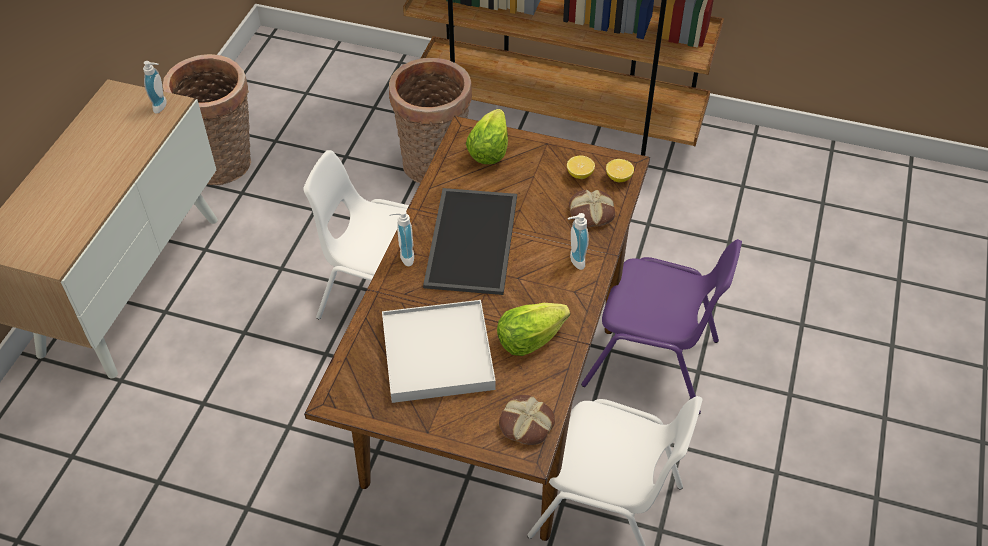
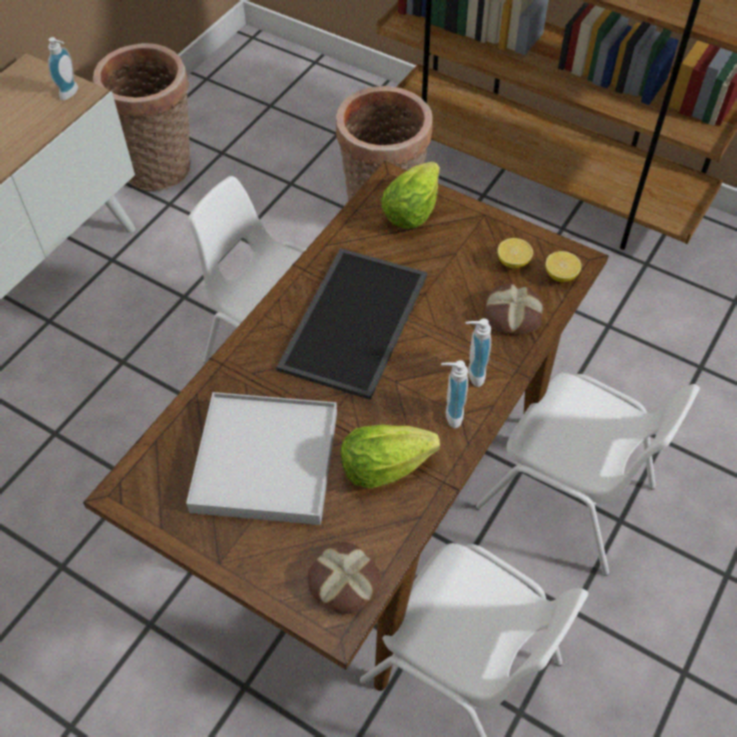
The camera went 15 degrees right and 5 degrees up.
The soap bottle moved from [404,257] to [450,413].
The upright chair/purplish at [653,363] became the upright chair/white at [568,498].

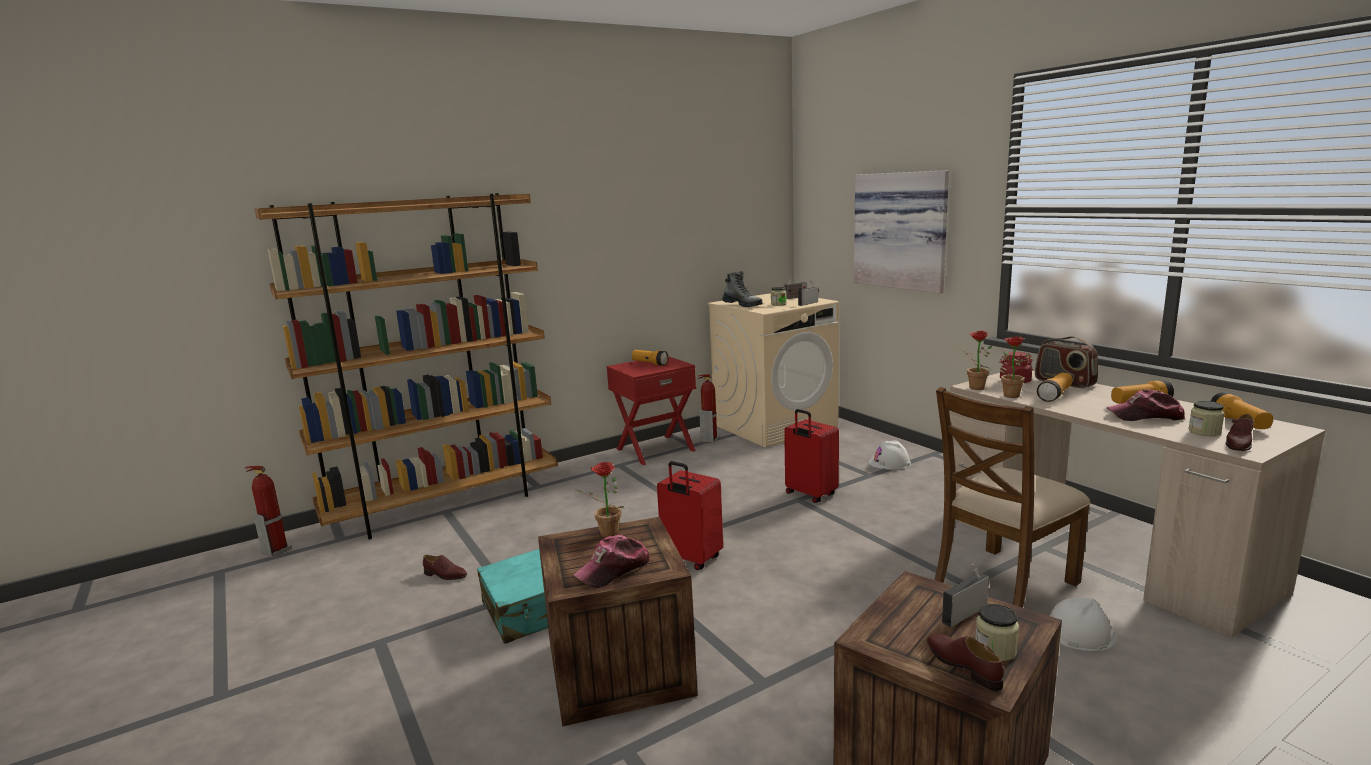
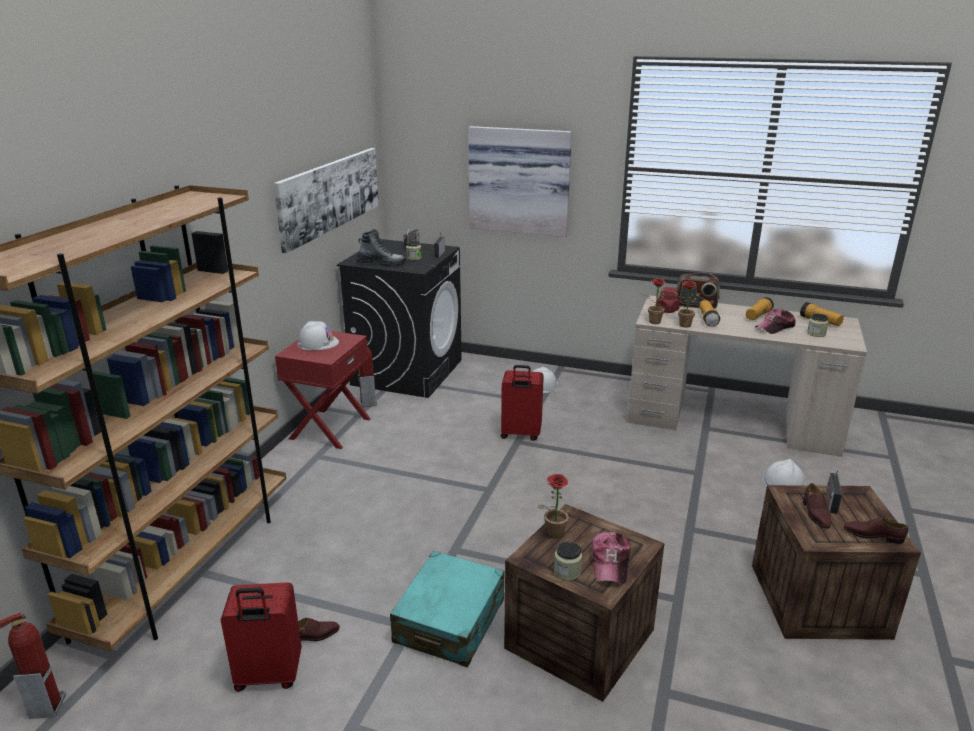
The camera went 40 degrees left and 10 degrees up.
The piece of luggage/red-coloured moved from [690,559] to [268,676].
The picture at [330,195] appeared.
The hand torch at [650,363] was replaced by the safety helmet/white at [318,343].
The laundry machine/beige at [775,425] became the laundry machine/black at [407,372].
The preserve jar moved from [995,649] to [567,571].
The item of footwear/brown-coloured moved from [1238,443] to [815,514].
The upright chair/brown-coloured at [1003,583] disappeared.

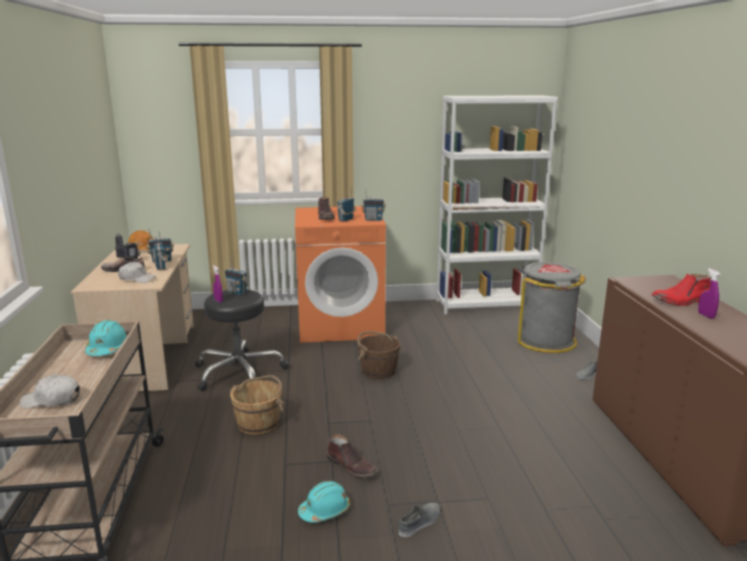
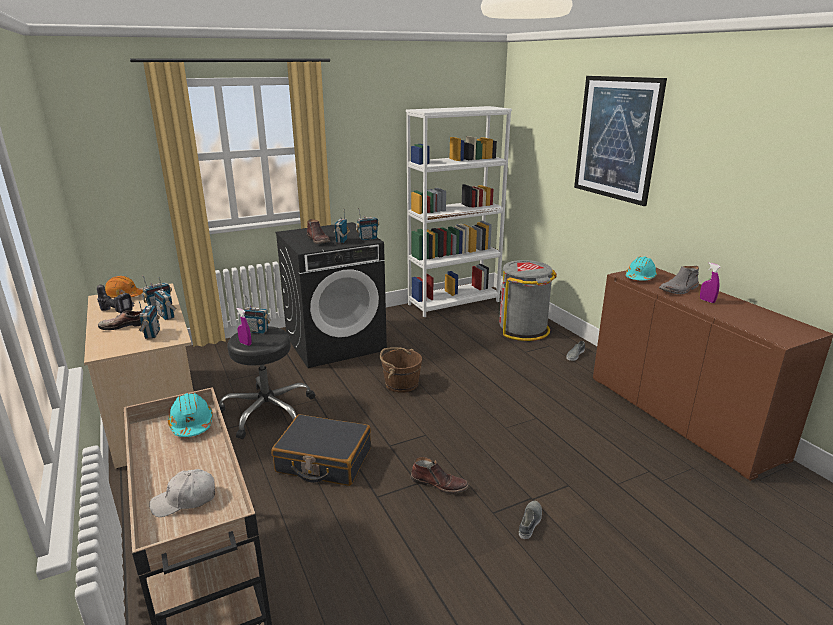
The camera went 20 degrees left and 5 degrees up.
The peaked cap/white at [137,279] was replaced by the radio at [152,334].
The pail/brown-coloured at [259,423] was replaced by the piece of luggage/black at [323,460].
The laundry machine/orange-coloured at [341,325] became the laundry machine/black at [336,343].
The picture at [616,138] appeared.
The safety helmet/turquoise moved from [325,511] to [640,277].
The high-top boot/red-coloured at [681,301] became the high-top boot/greyish at [679,289].

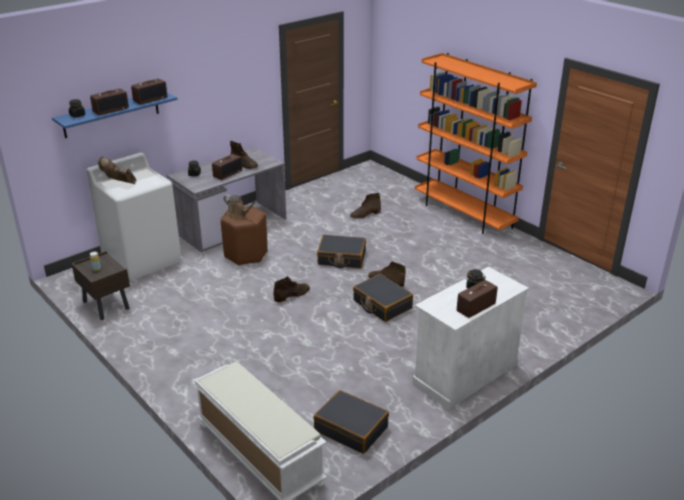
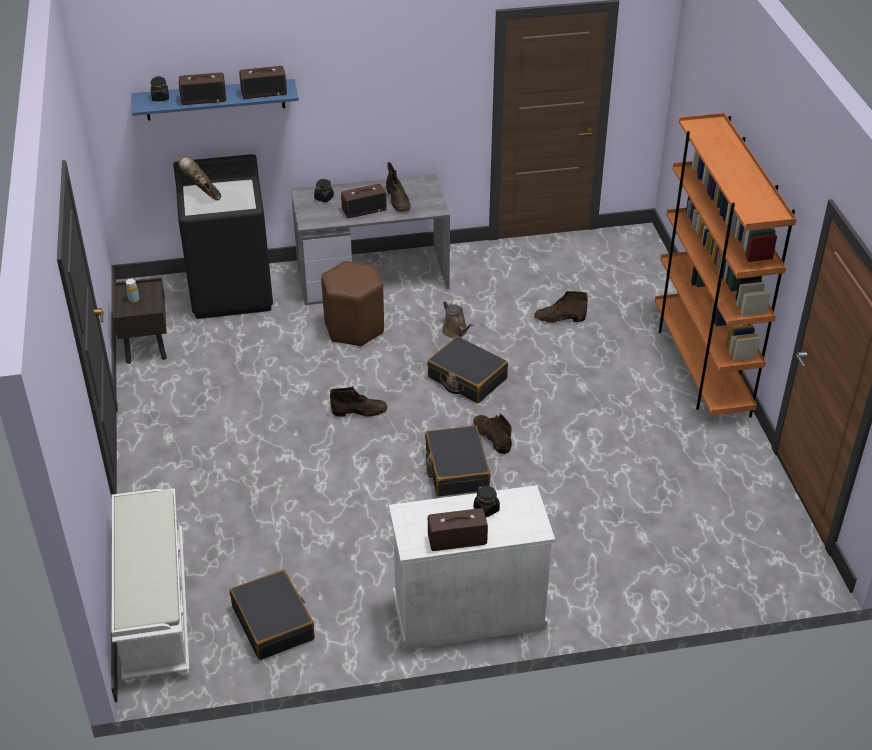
The camera went 30 degrees right and 10 degrees up.
The laundry machine/white at [142,259] became the laundry machine/black at [232,291].
The watering pot/brown-coloured moved from [238,216] to [456,332].

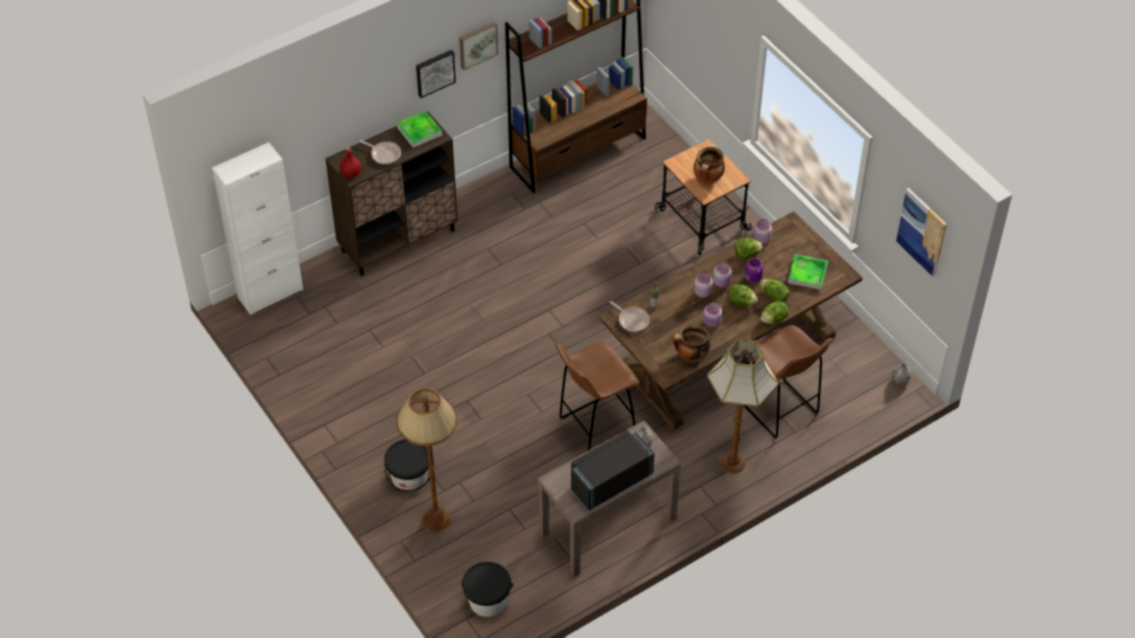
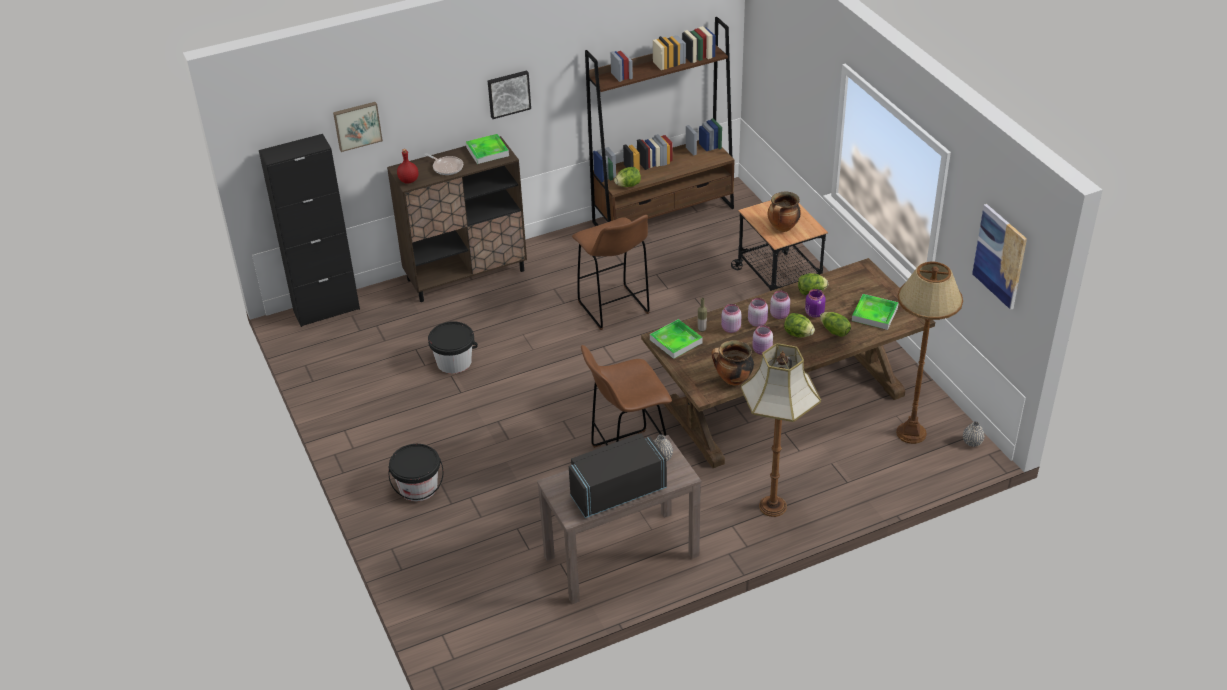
The camera went 10 degrees right and 10 degrees down.
The cabinet/white at [270,293] became the cabinet/black at [326,310].
The picture moved from [477,44] to [357,125].
The pail/black moved from [487,601] to [454,362].
The stool/brown-coloured moved from [781,411] to [614,309].
The lettuce head moved from [773,319] to [628,185].
The skillet at [632,320] was replaced by the tray at [676,341].
The preserve jar/pink moved from [761,239] to [730,328].
The floor lamp/brown-coloured moved from [436,519] to [911,433].

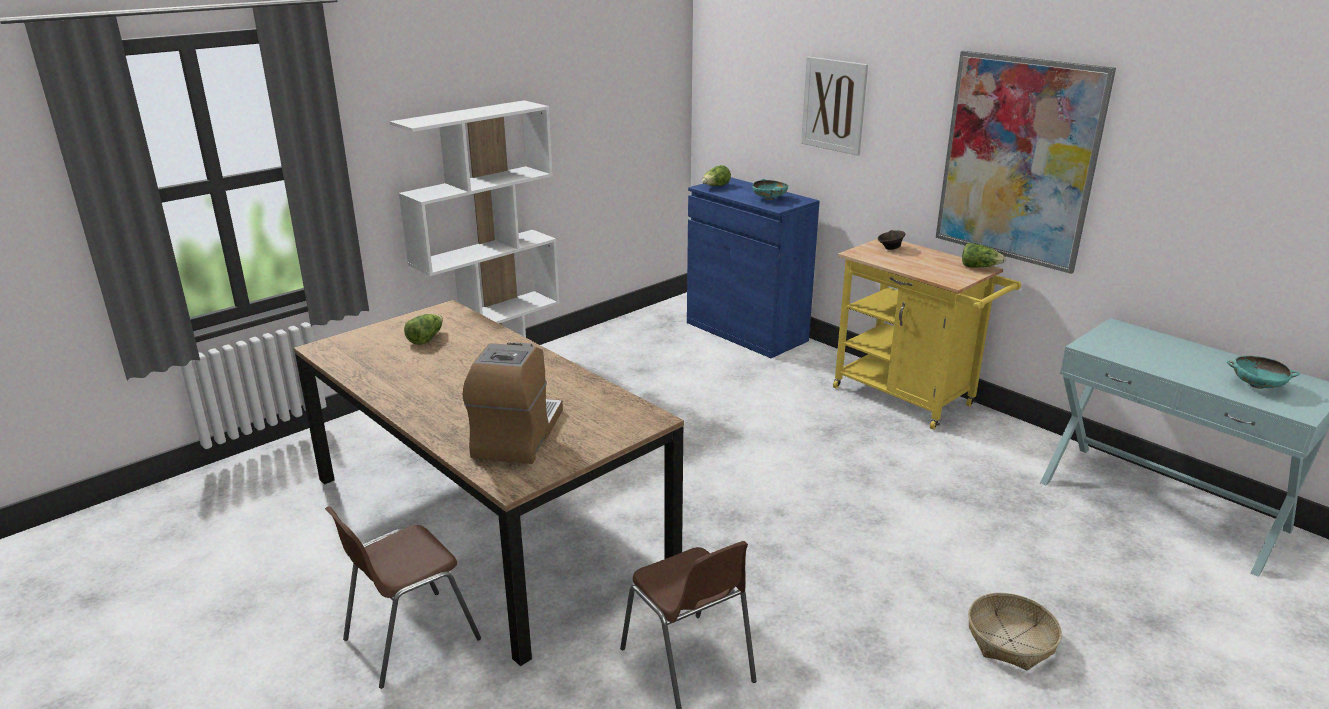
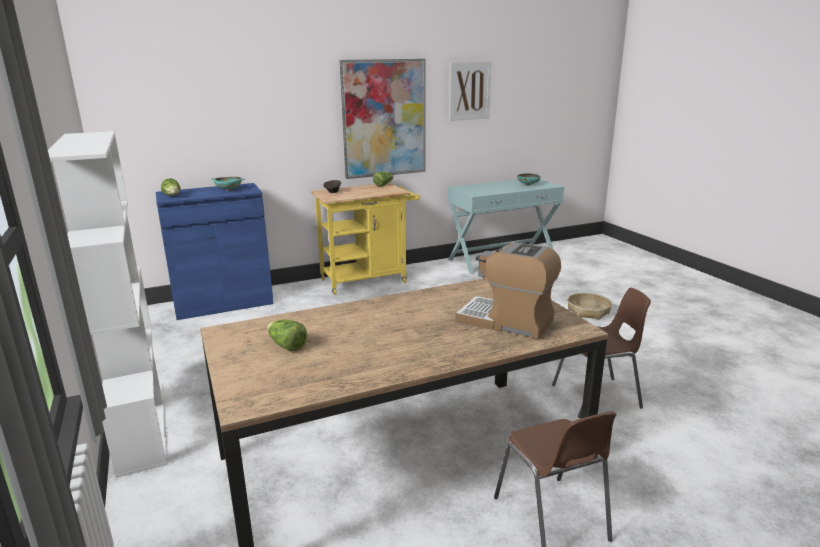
The camera went 70 degrees left and 5 degrees down.
The picture moved from [834,105] to [469,91].

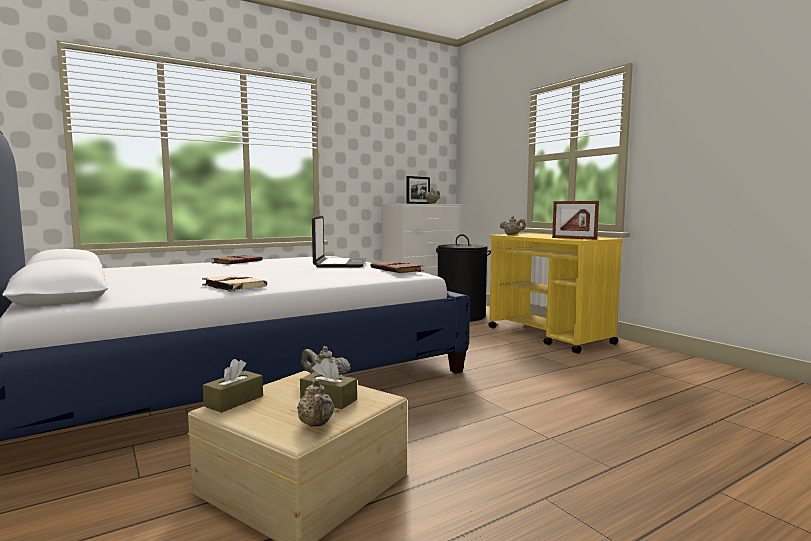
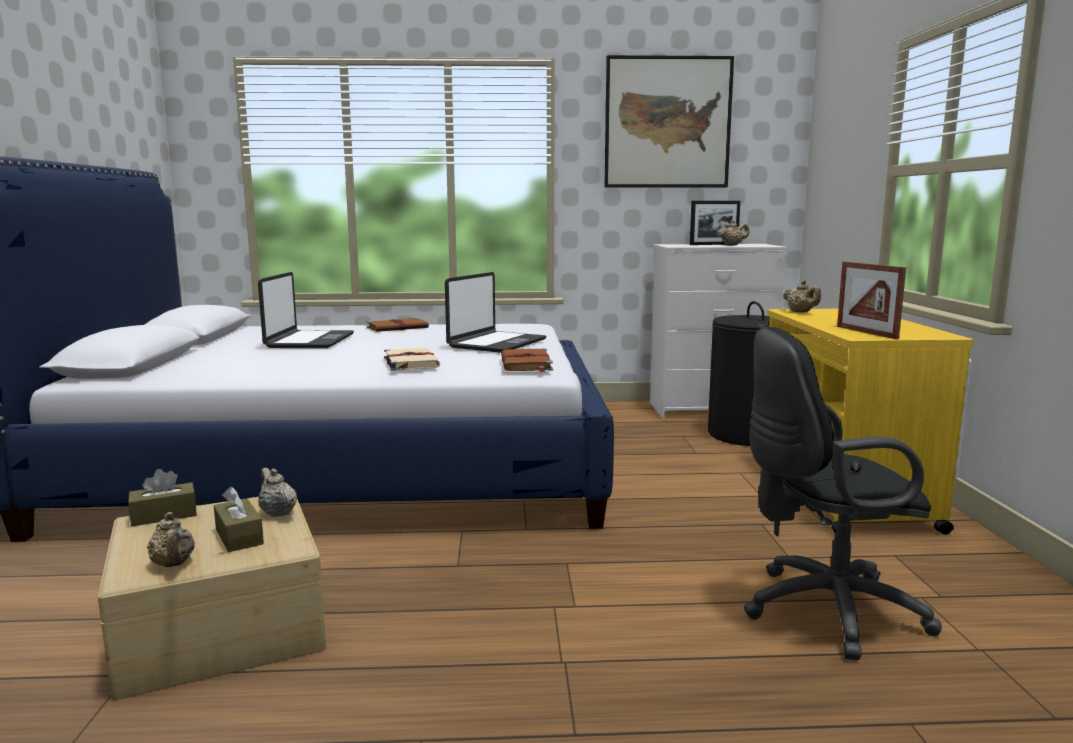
The camera went 30 degrees right and 5 degrees up.
The tea pot/beige at [316,425] turned 45 degrees counterclockwise.
The notebook computer at [309,341] appeared.
The book/beige moved from [233,285] to [410,362].
The picture at [667,123] appeared.
The computer chair/black at [823,611] appeared.

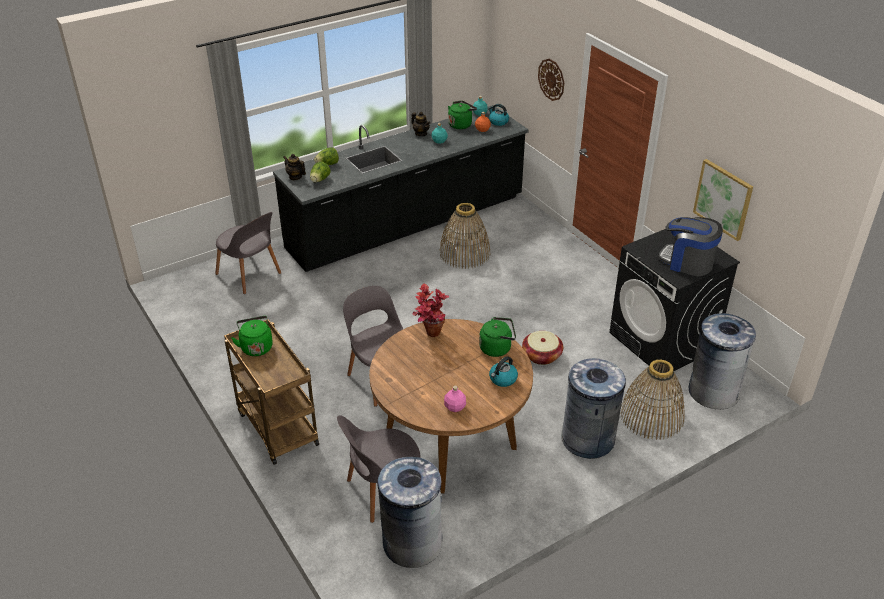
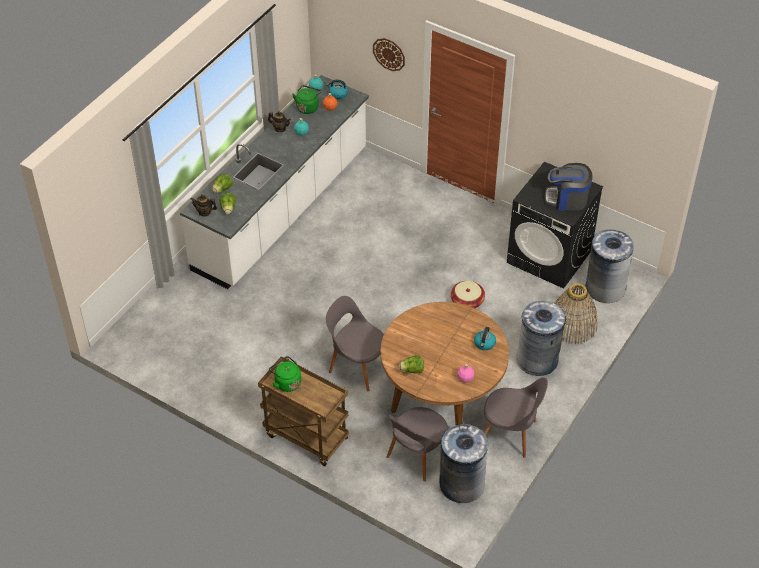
The camera went 25 degrees left and 10 degrees up.
The kitchen counter/black at [407,224] became the kitchen counter/white at [282,209].
The lettuce head at [412,370] appeared.
The upright chair/greyish moved from [250,275] to [510,434].
The plant in a pot at [429,335] disappeared.
The household basket at [464,253] disappeared.
The kettle/green-coloured at [497,348] disappeared.
The picture at [723,199] disappeared.

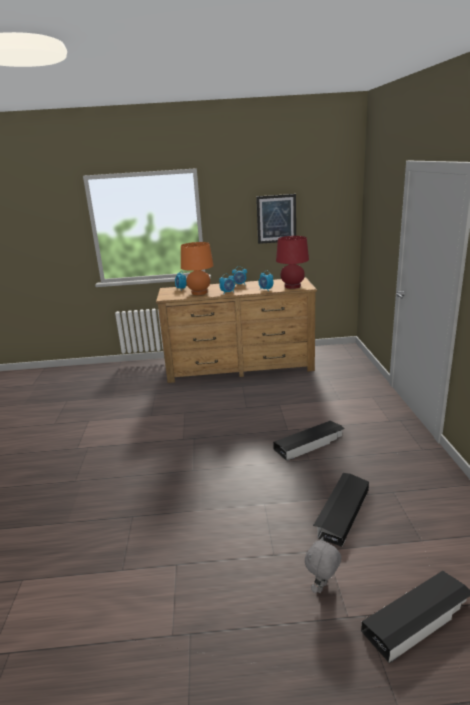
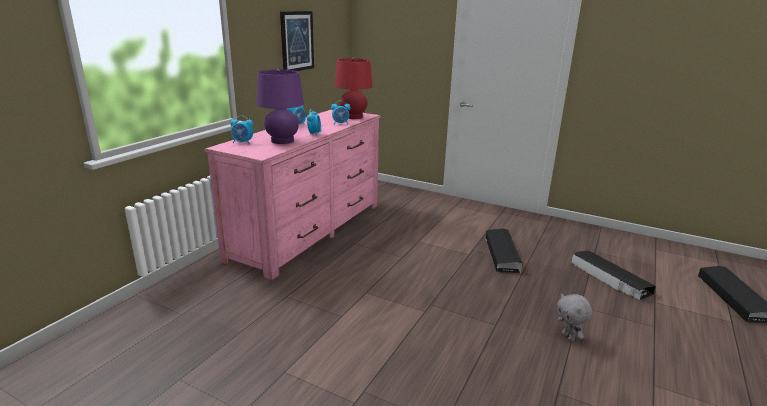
The camera went 60 degrees left and 0 degrees up.
The chest of drawers/brown-coloured at [239,367] became the chest of drawers/pink at [309,230].
The tabletop lamp/orange-coloured at [199,292] became the tabletop lamp/purplish at [282,141].
The soft toy/greyish moved from [322,588] to [568,337].

